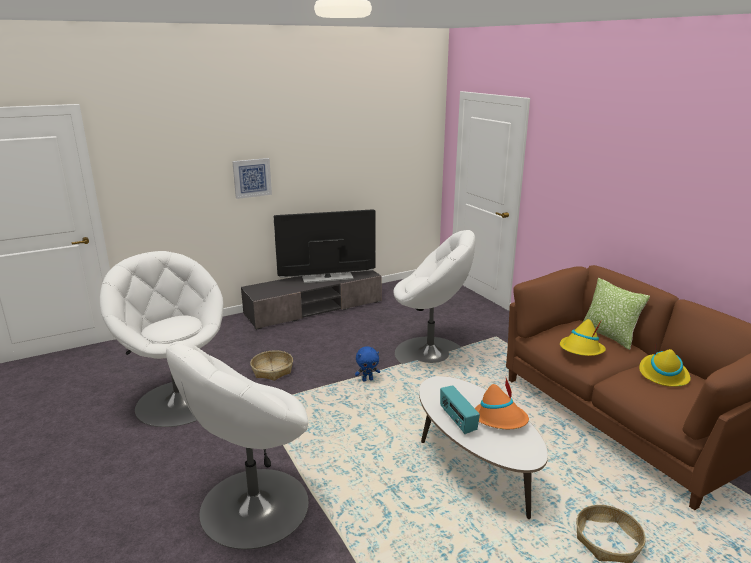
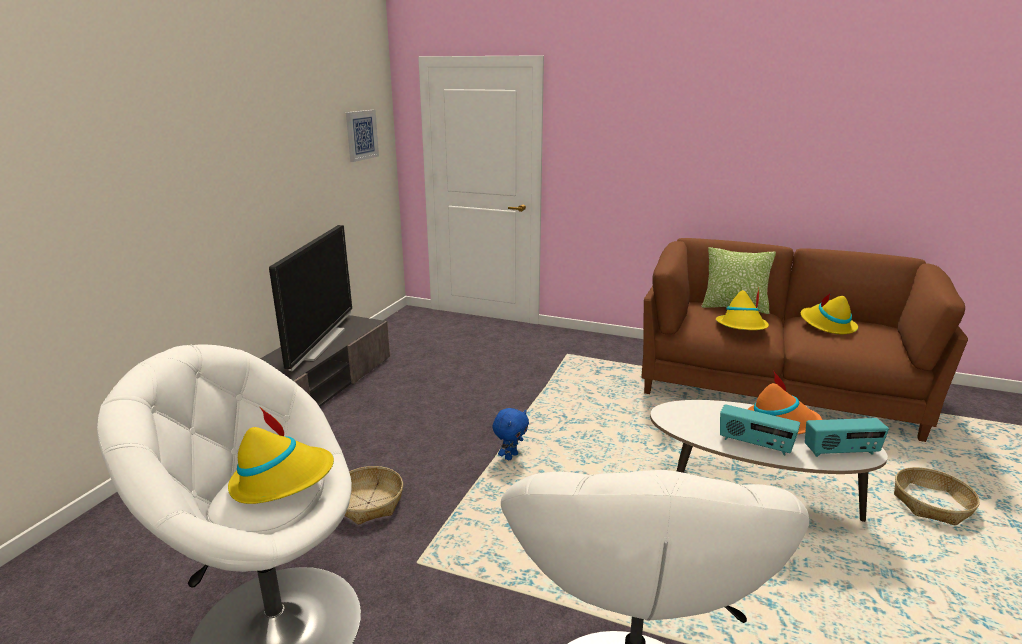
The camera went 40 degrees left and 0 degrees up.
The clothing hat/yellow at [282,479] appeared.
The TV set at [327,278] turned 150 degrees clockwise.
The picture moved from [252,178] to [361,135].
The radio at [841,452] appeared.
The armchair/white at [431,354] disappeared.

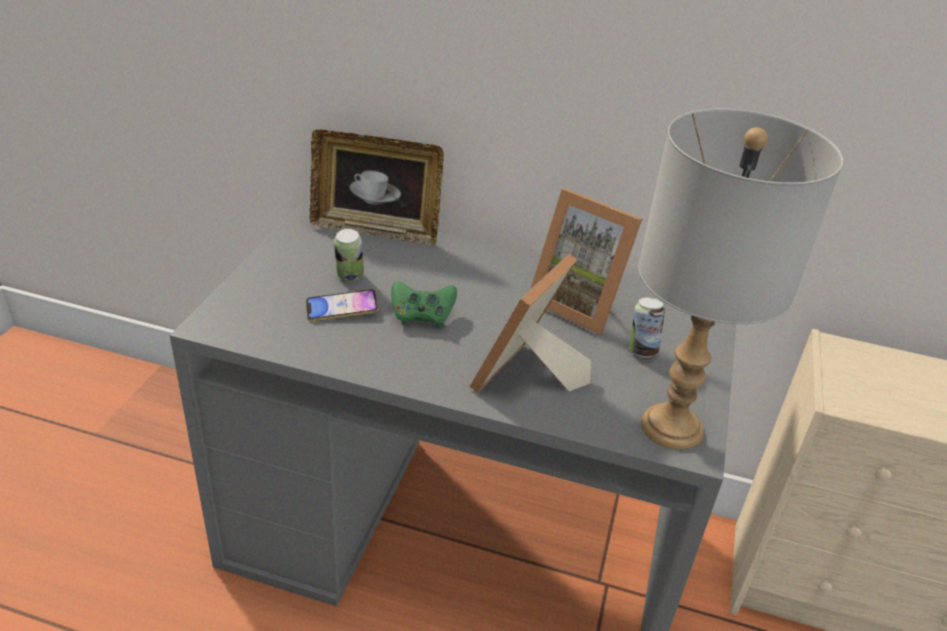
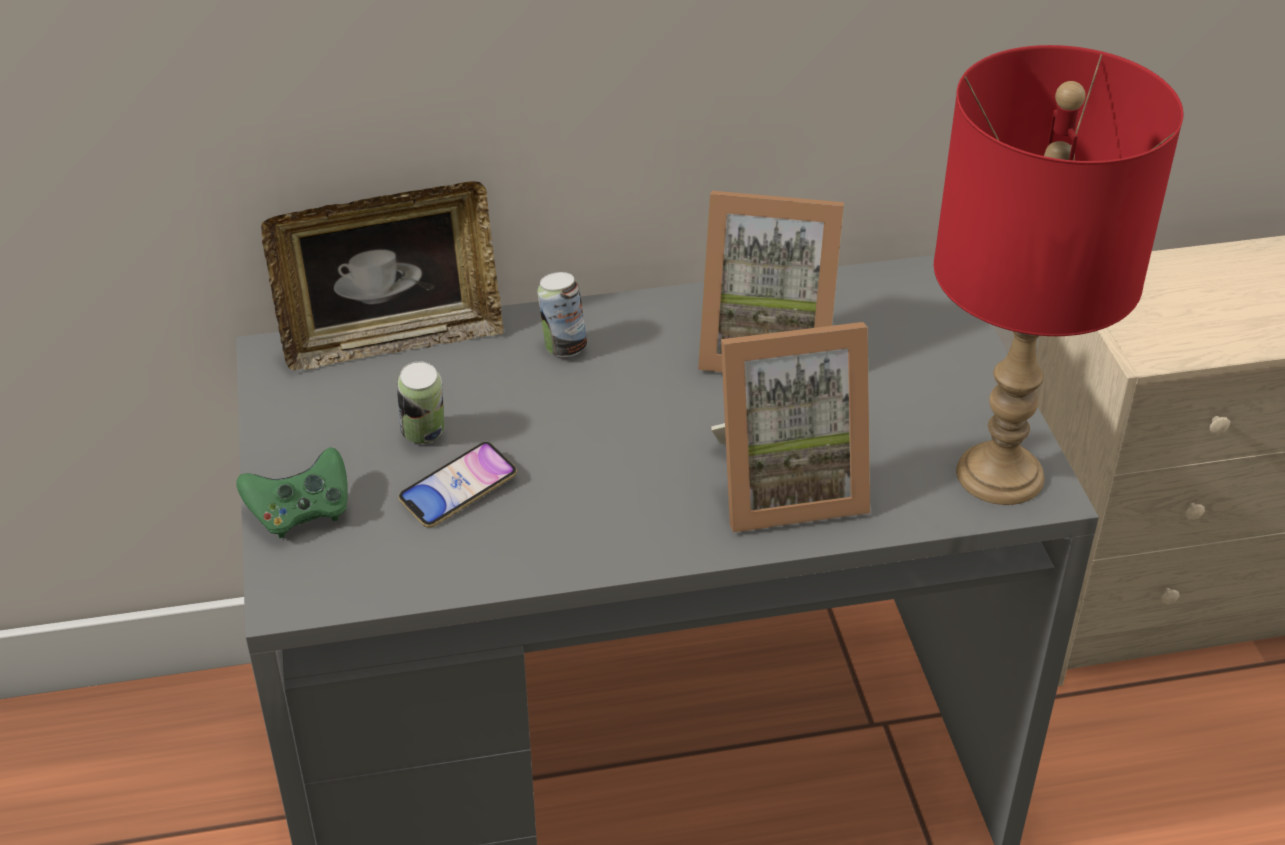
The camera went 25 degrees left and 5 degrees up.
The joypad/green-coloured moved from [421,316] to [300,513].
The metal can moved from [641,350] to [563,347].
The picture frame at [527,379] turned 105 degrees counterclockwise.
The tabletop lamp/greyish at [673,427] became the tabletop lamp/red-coloured at [1001,474].

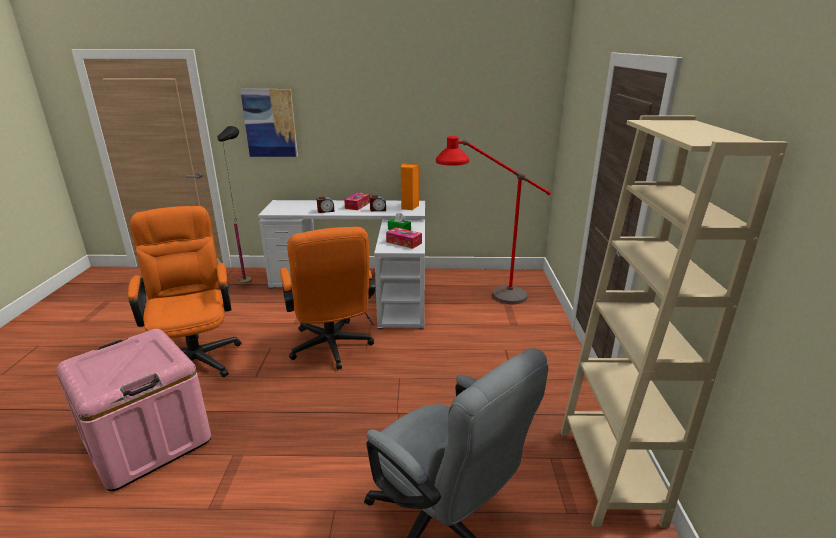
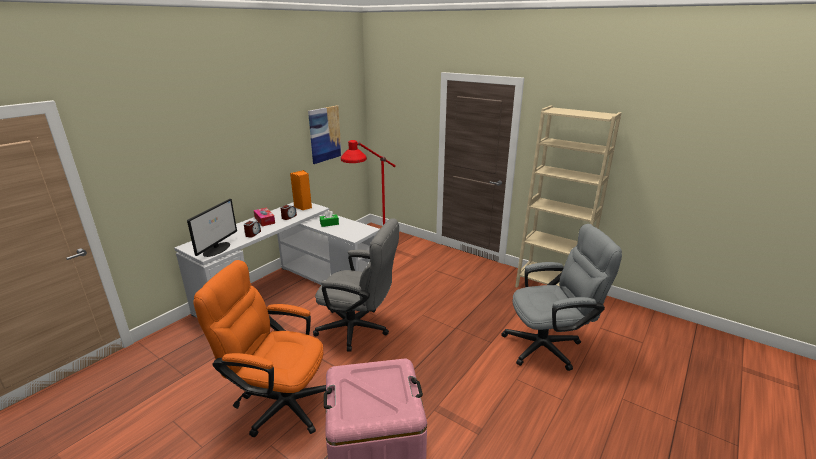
The camera went 55 degrees left and 0 degrees up.
The monitor at [217,249] appeared.
The picture moved from [270,123] to [325,134].
The computer chair/orange-coloured at [332,349] became the computer chair/greyish at [359,329].
The floor lamp/black at [249,280] disappeared.
The tissue holder at [404,242] disappeared.

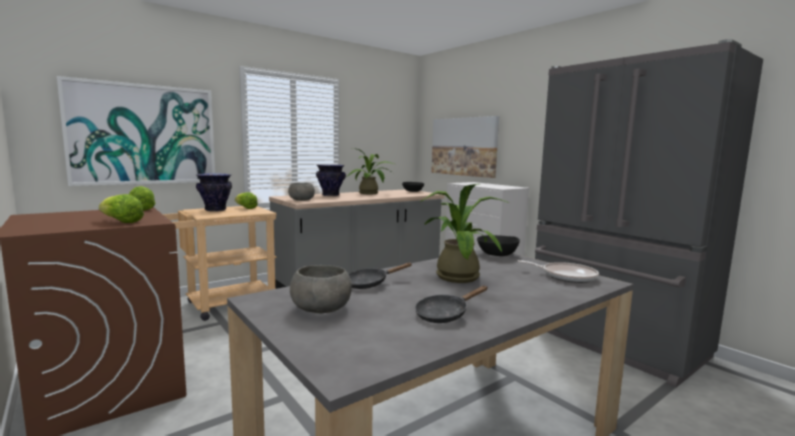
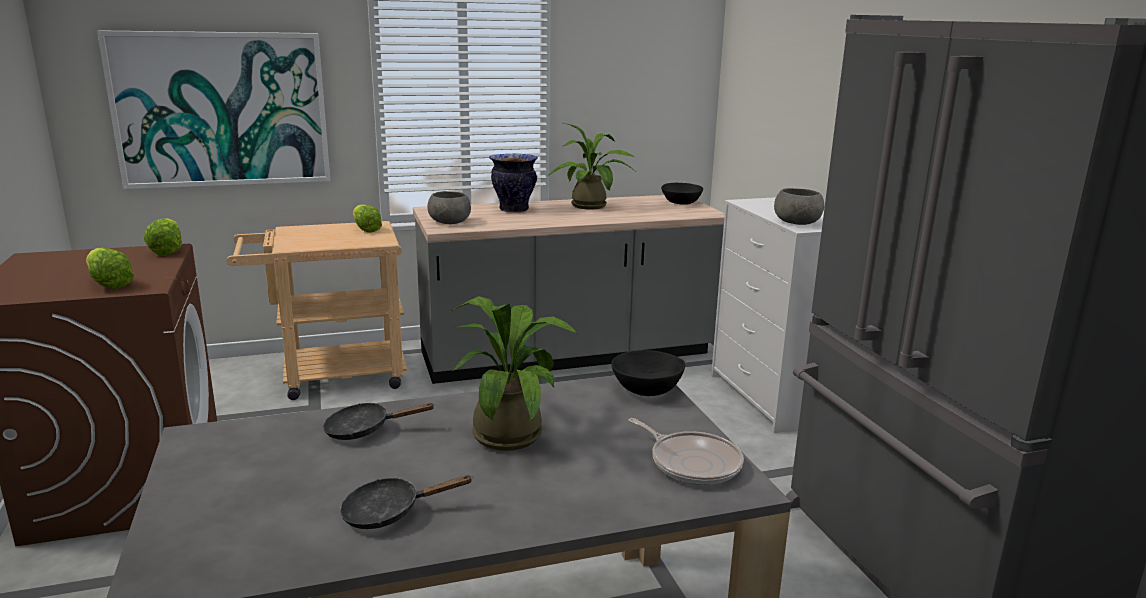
The camera went 20 degrees right and 10 degrees up.
The serving bowl/greyish moved from [322,308] to [797,222].
The vase at [216,210] disappeared.
The picture at [464,146] disappeared.

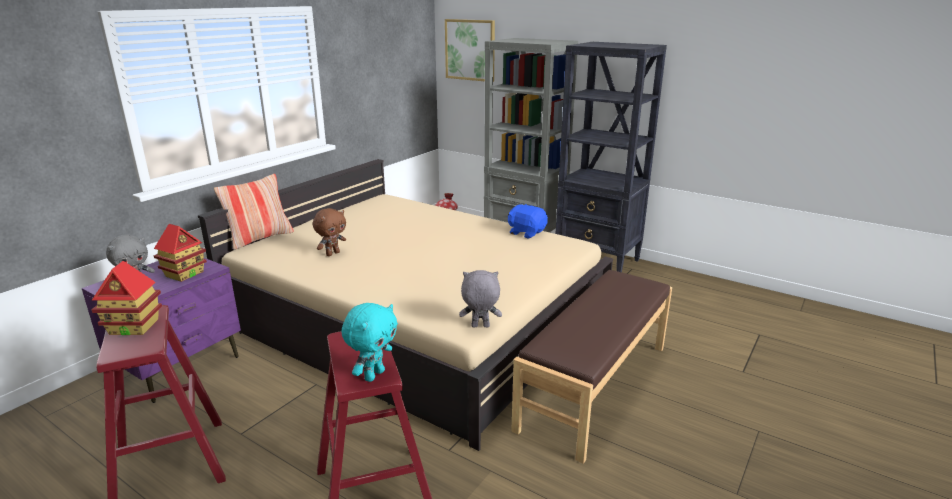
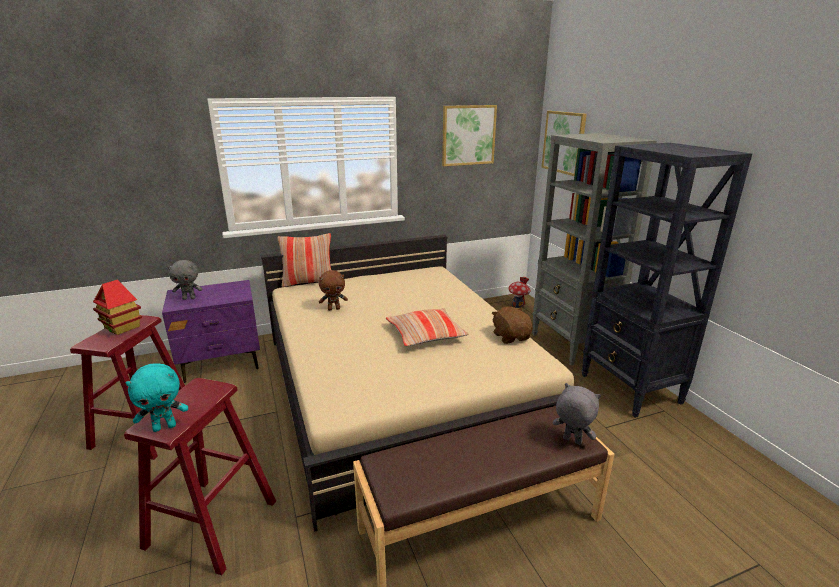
The camera went 35 degrees right and 0 degrees up.
The pillow at [425,335] appeared.
The picture at [468,135] appeared.
The soft toy/bluish at [526,232] became the soft toy/brown-coloured at [511,337].
The soft toy/greyish moved from [480,327] to [571,441].
The model house at [184,274] disappeared.

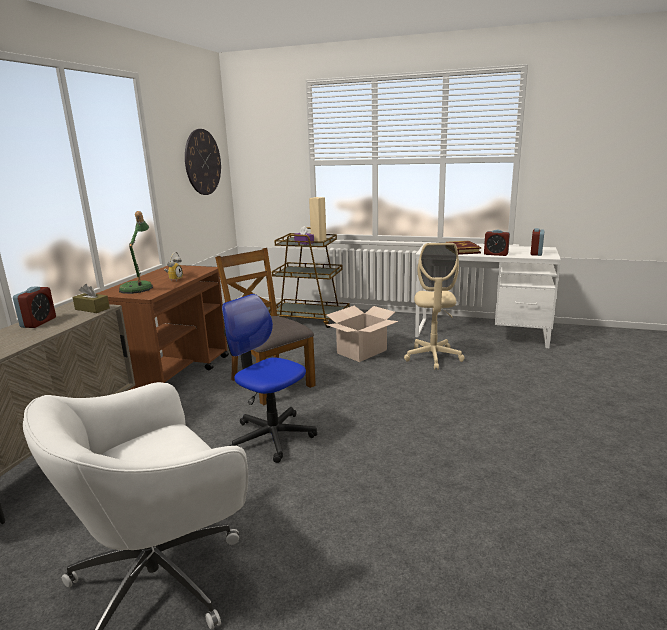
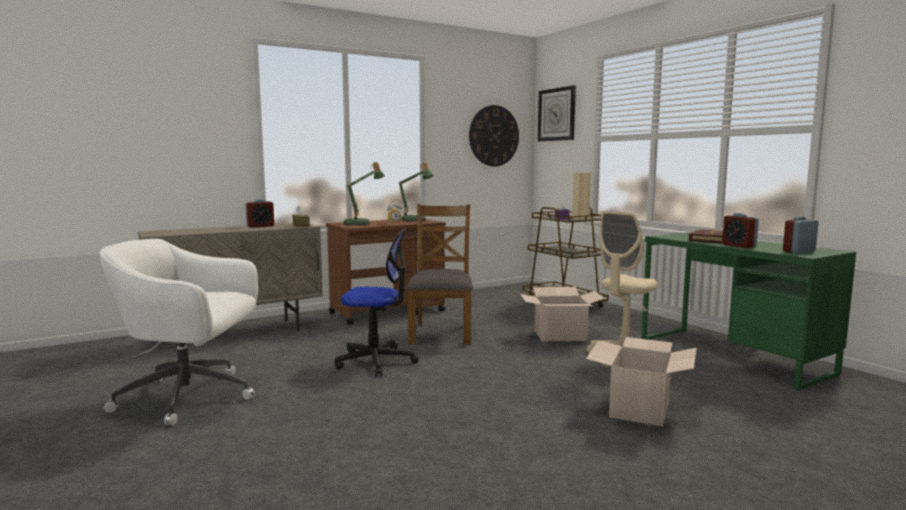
The camera went 40 degrees right and 10 degrees down.
The computer chair at [272,436] turned 105 degrees clockwise.
The tabletop lamp at [415,220] appeared.
The hanging clock at [557,114] appeared.
The carton at [640,409] appeared.
The desk/white at [481,333] became the desk/green-coloured at [732,355].

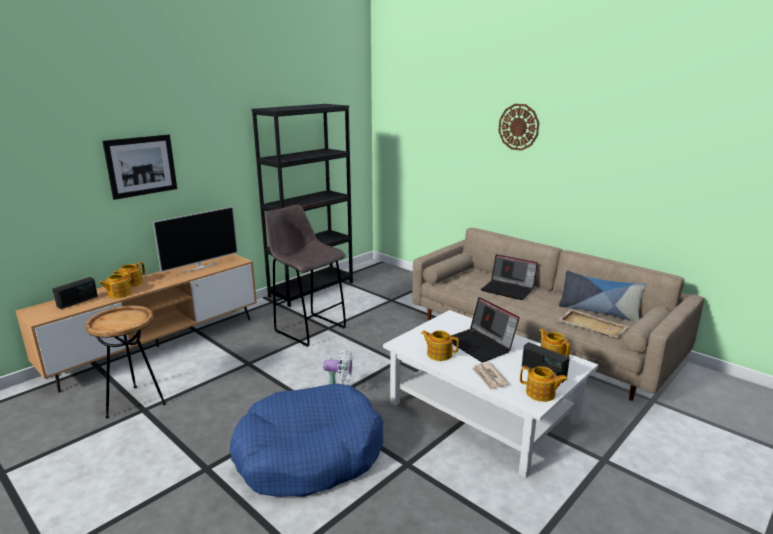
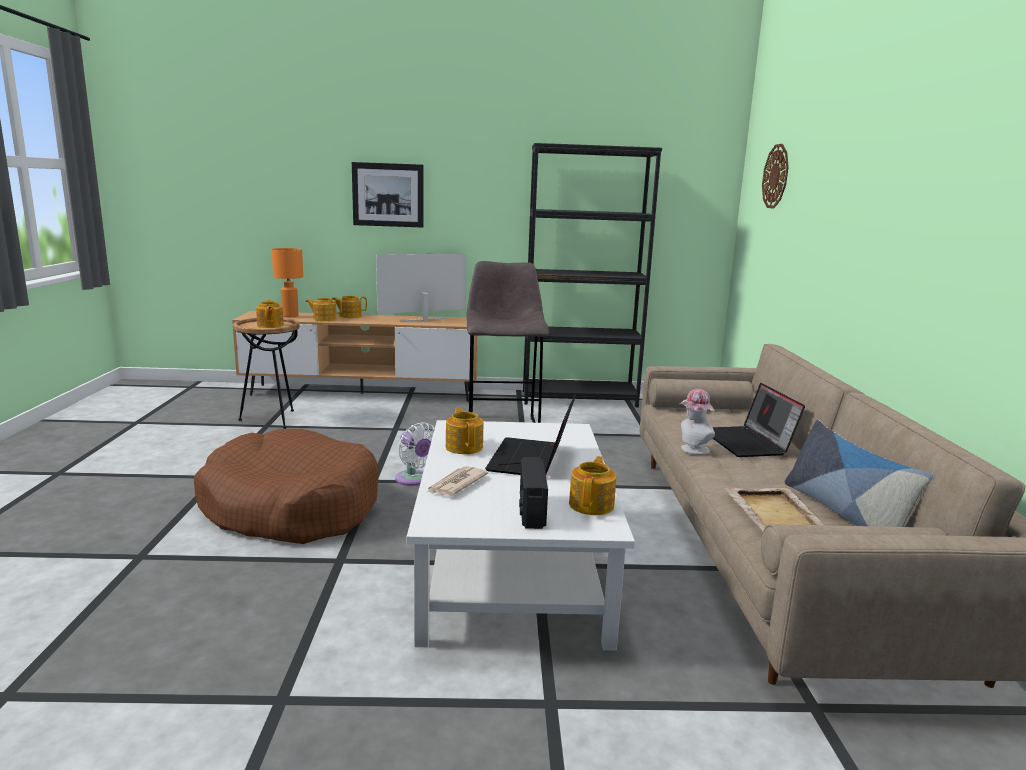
The camera went 45 degrees right and 5 degrees down.
The pet bed/bluish at [309,454] became the pet bed/brown-coloured at [291,507].
The tea pot moved from [541,394] to [270,325].
The radio at [77,302] was replaced by the tabletop lamp/orange-coloured at [290,316].
The TV set at [200,267] turned 150 degrees clockwise.
The clothing hat at [692,450] appeared.
The hanging clock moved from [518,127] to [776,176].

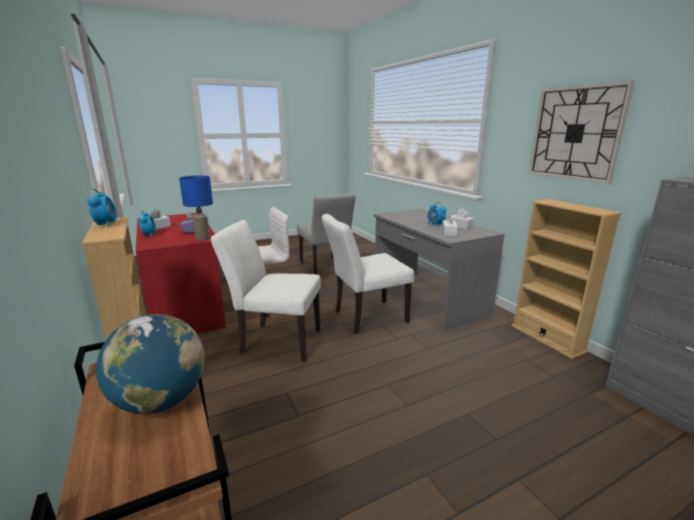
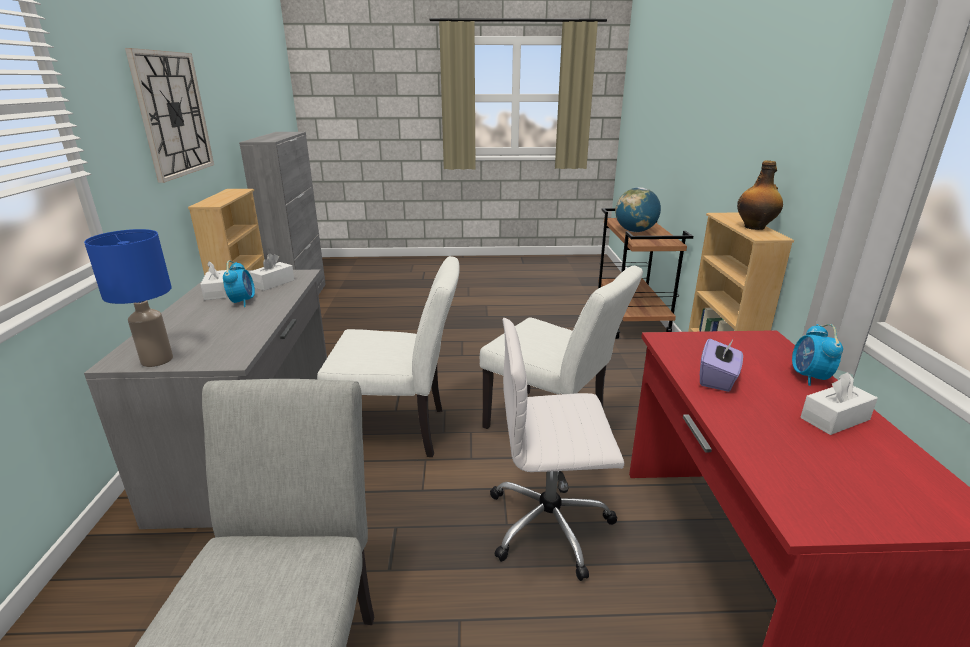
The camera went 155 degrees left and 5 degrees up.
The tabletop lamp/bluish moved from [202,238] to [158,360].
The table clock at [106,225] was replaced by the bottle at [755,227].

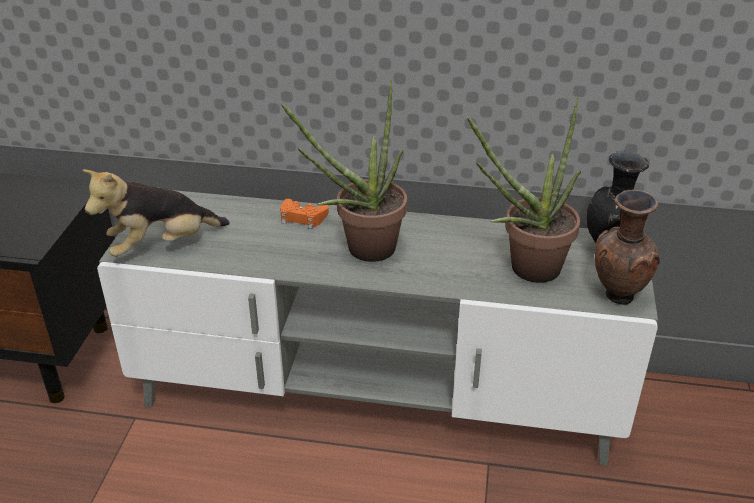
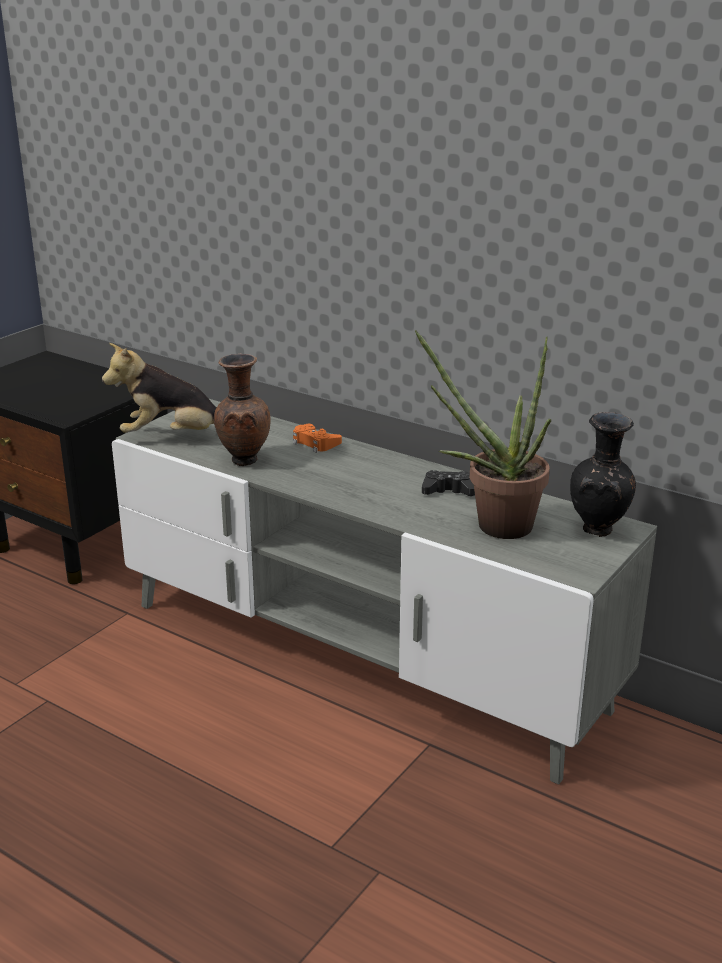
The camera went 25 degrees right and 10 degrees down.
The vase/brown-coloured moved from [616,296] to [243,460].
The joypad/black at [448,490] appeared.
The plant in a pot at [361,250] disappeared.

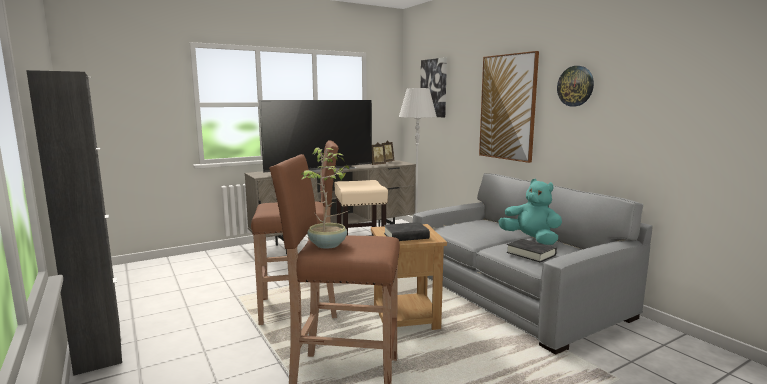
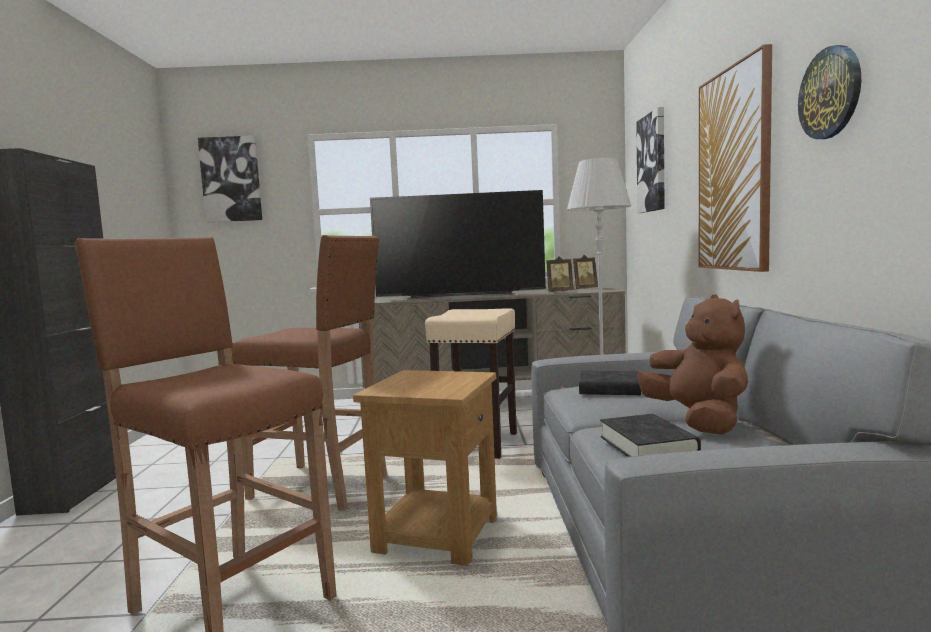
The camera went 30 degrees right and 5 degrees down.
The picture at [231,179] appeared.
The book/black moved from [406,236] to [610,389].
The soft toy/turquoise at [531,239] became the soft toy/brown-coloured at [698,421].
The plant in a pot at [328,245] disappeared.

